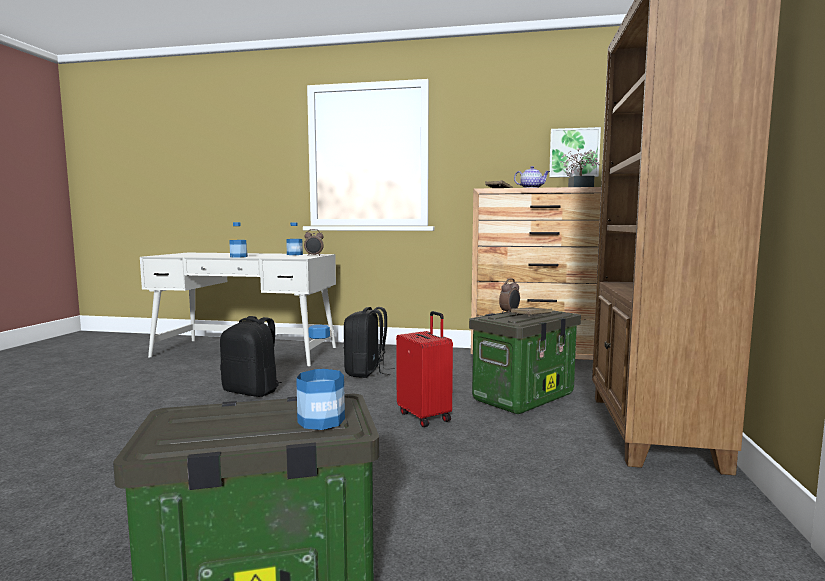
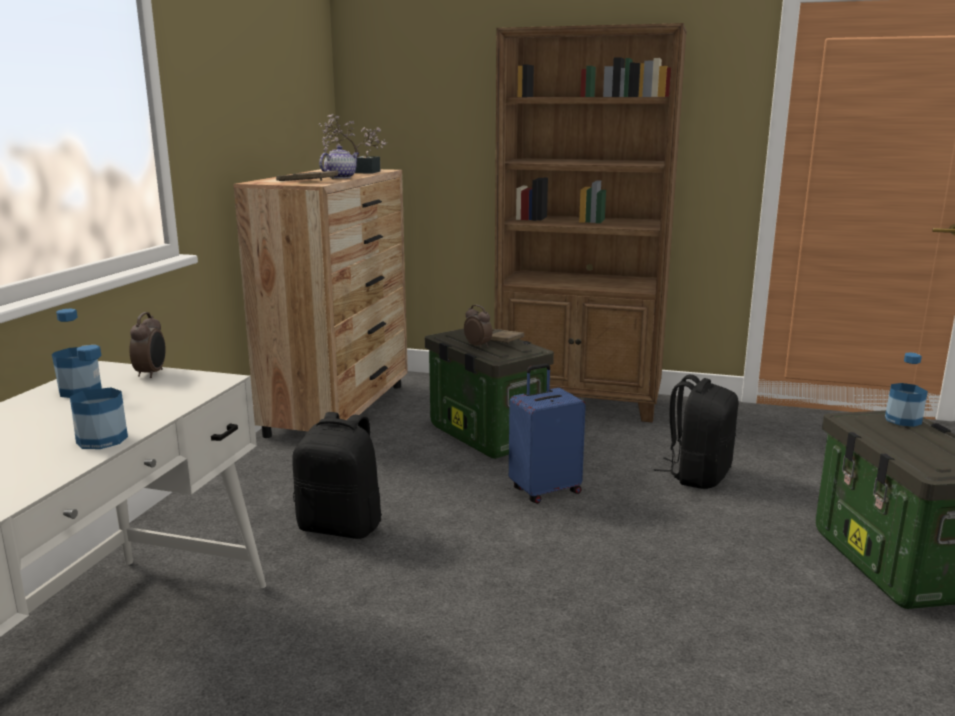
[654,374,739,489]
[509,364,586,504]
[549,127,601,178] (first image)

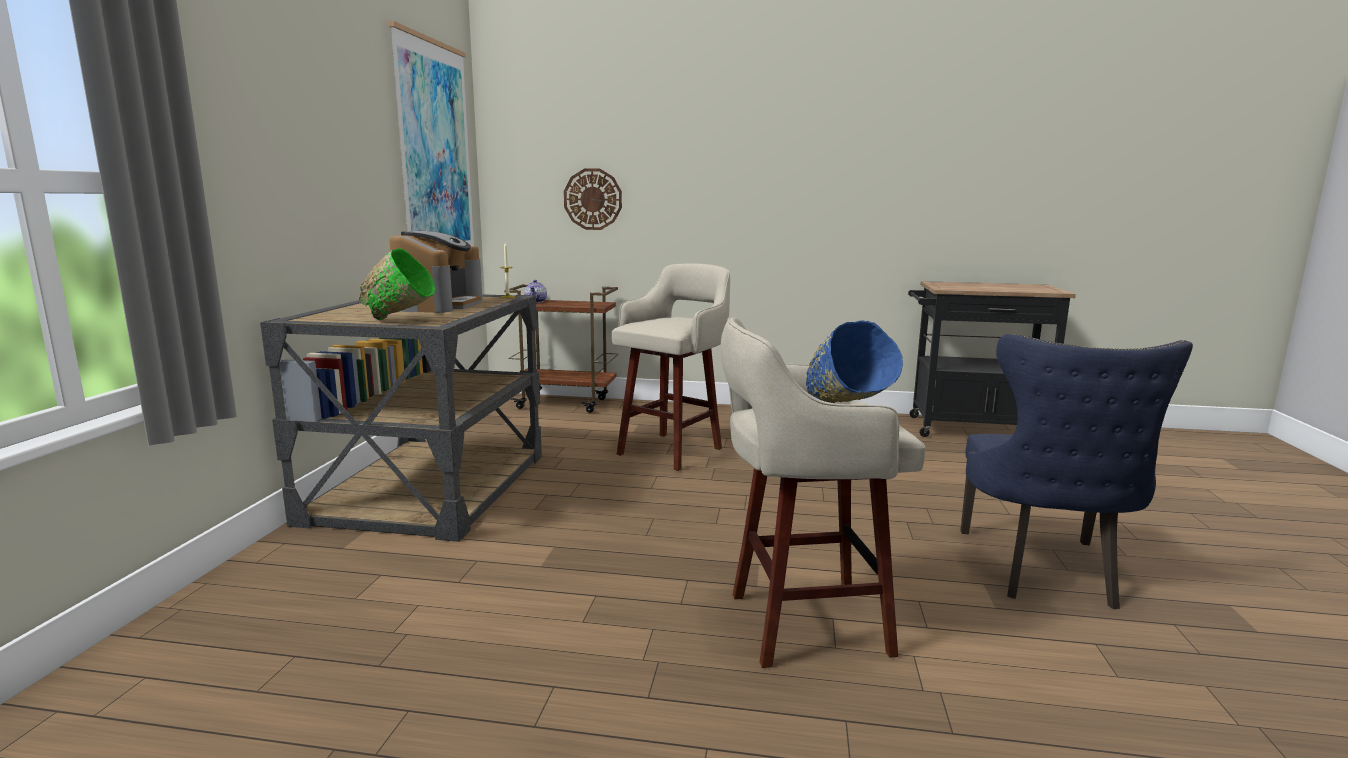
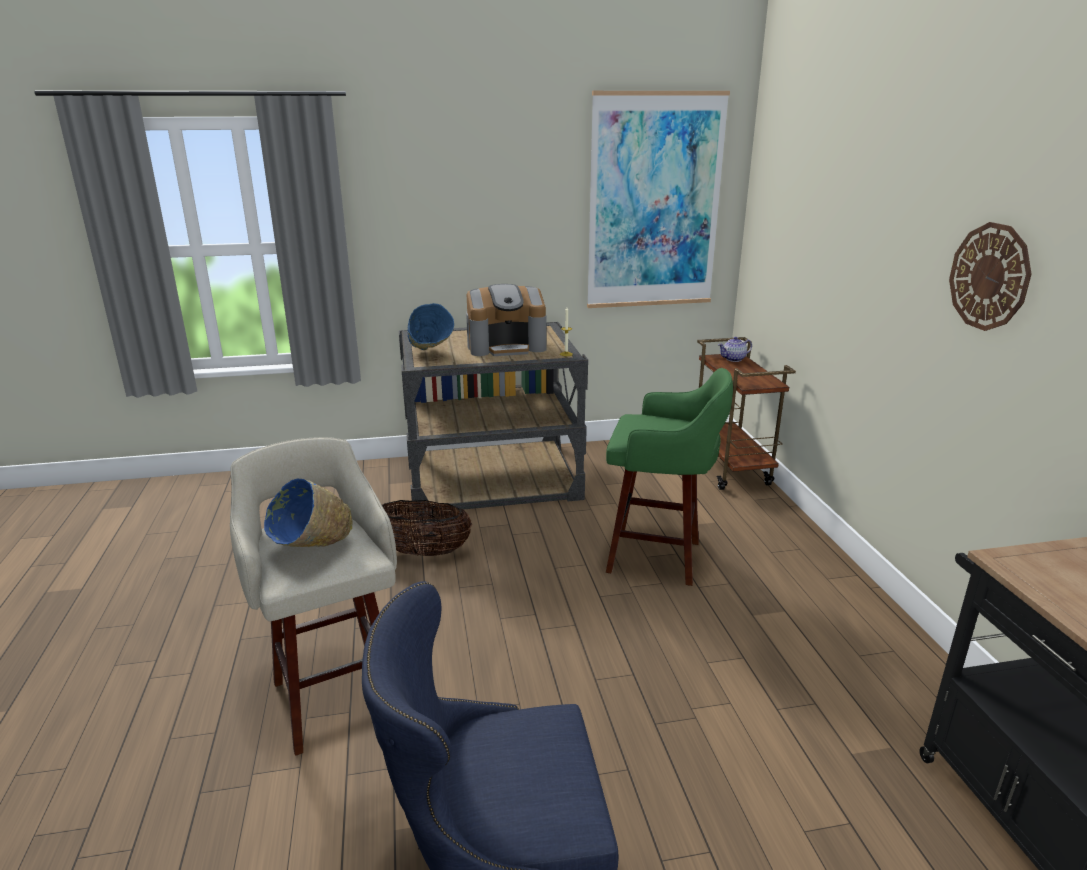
[407,303,454,350]
[949,222,1032,331]
[606,368,733,586]
[382,500,472,556]

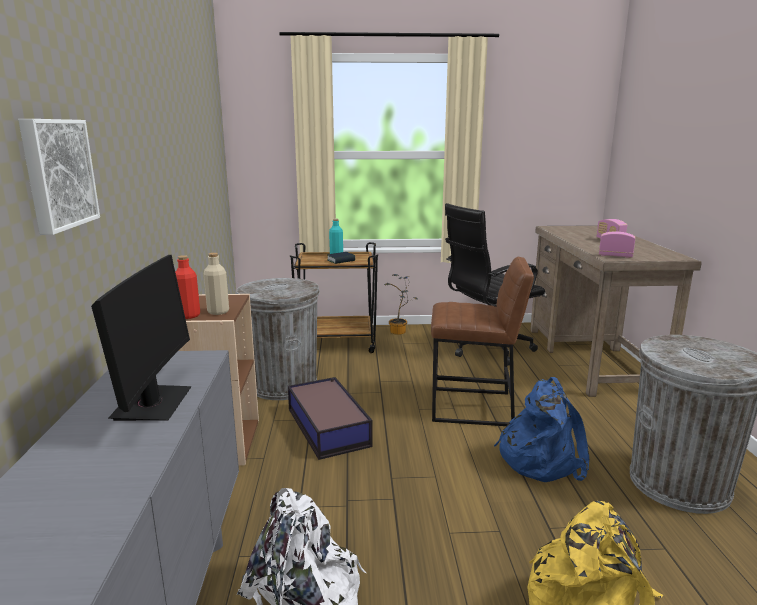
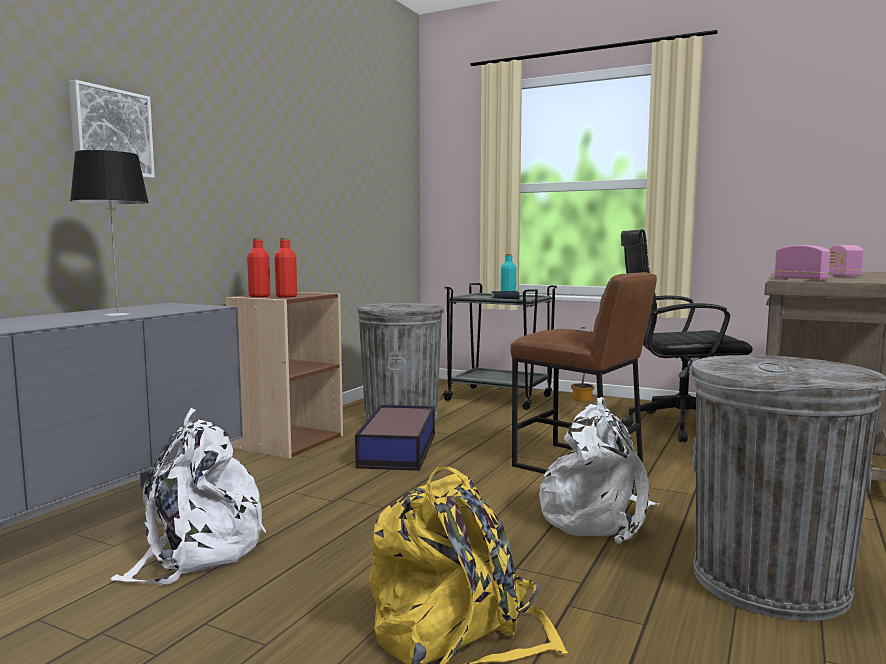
[70,150,149,316]
[274,238,297,298]
[442,283,557,410]
[539,397,659,544]

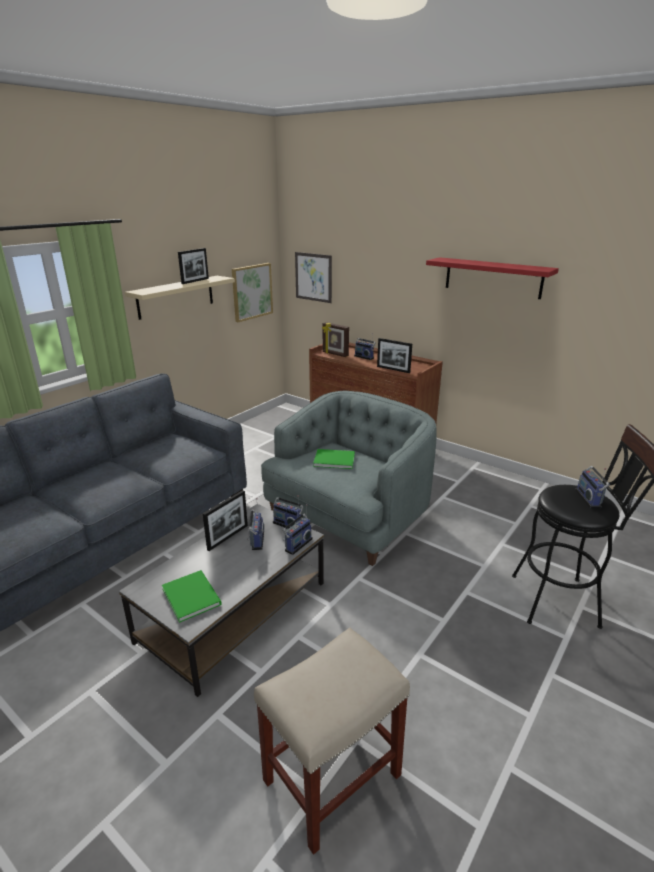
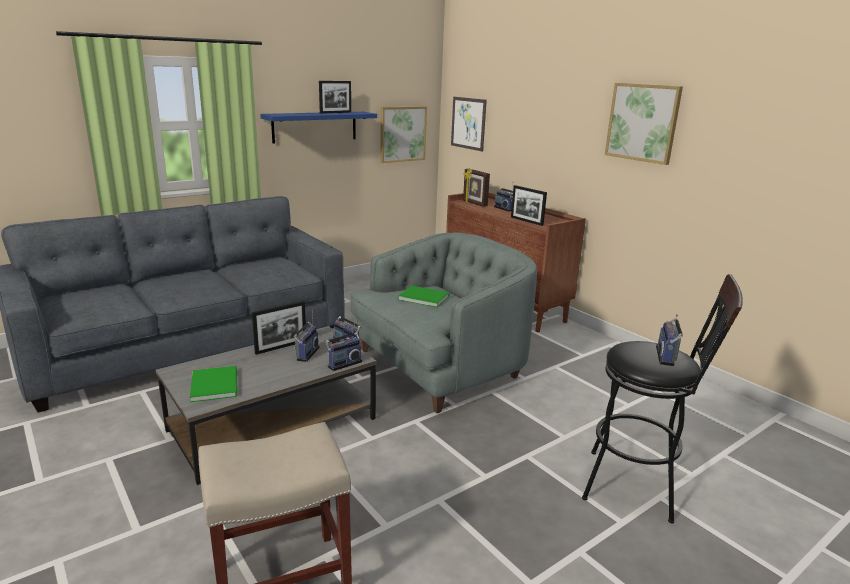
[260,112,377,144]
[605,83,683,165]

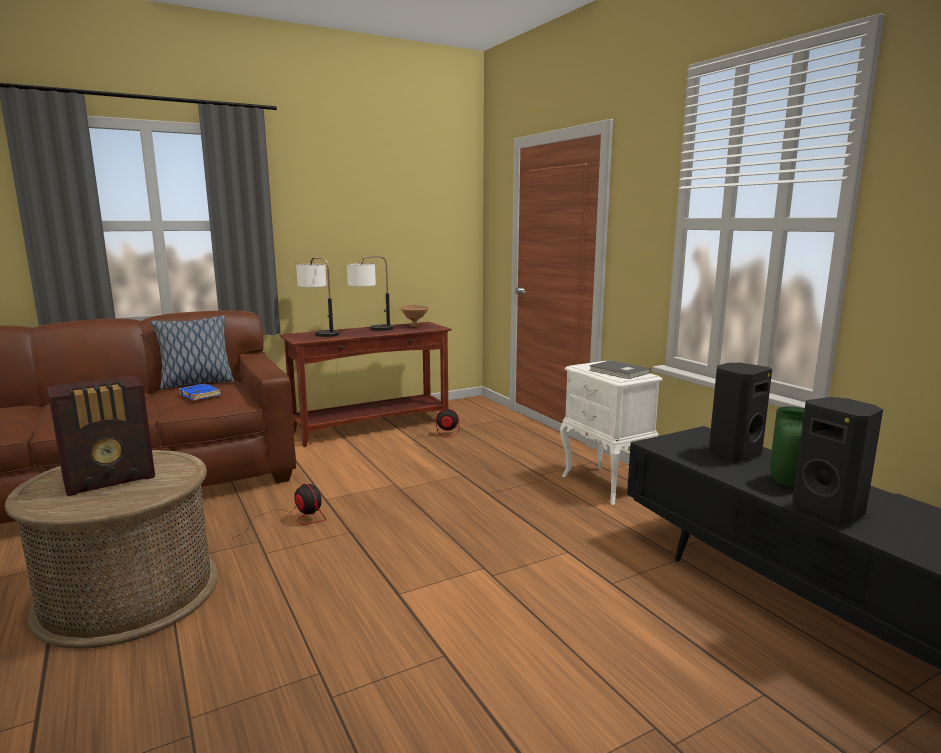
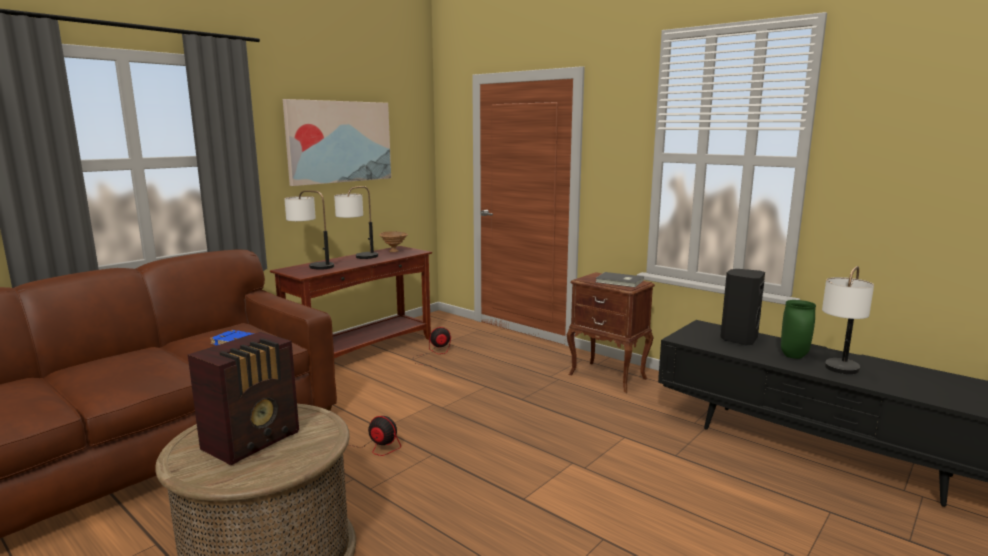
[150,315,234,390] (first image)
[567,272,655,393]
[822,266,874,374]
[283,99,391,186]

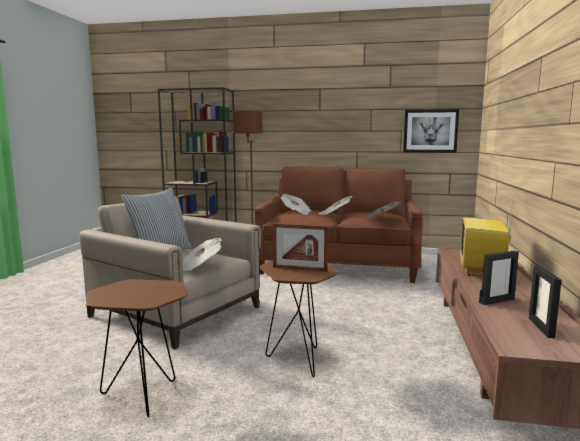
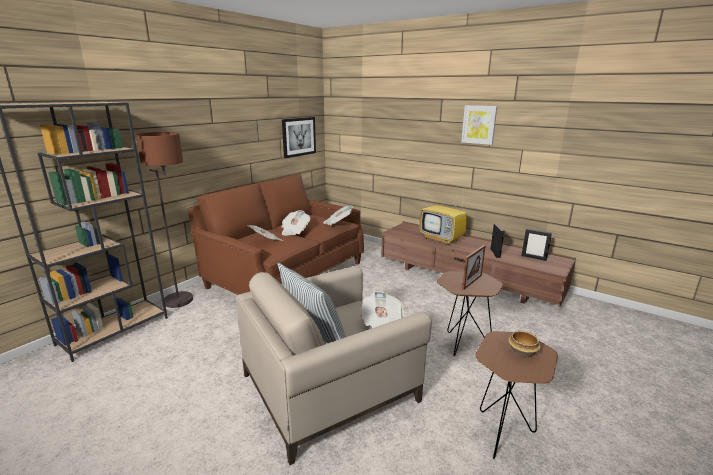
[461,105,497,145]
[508,331,541,357]

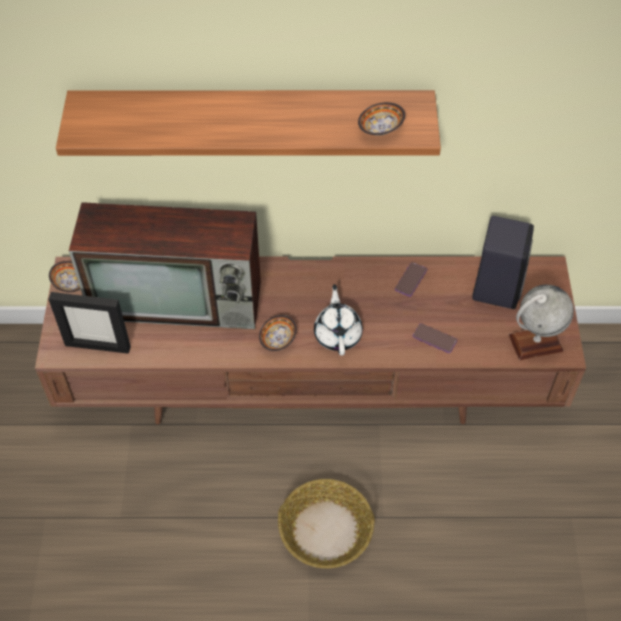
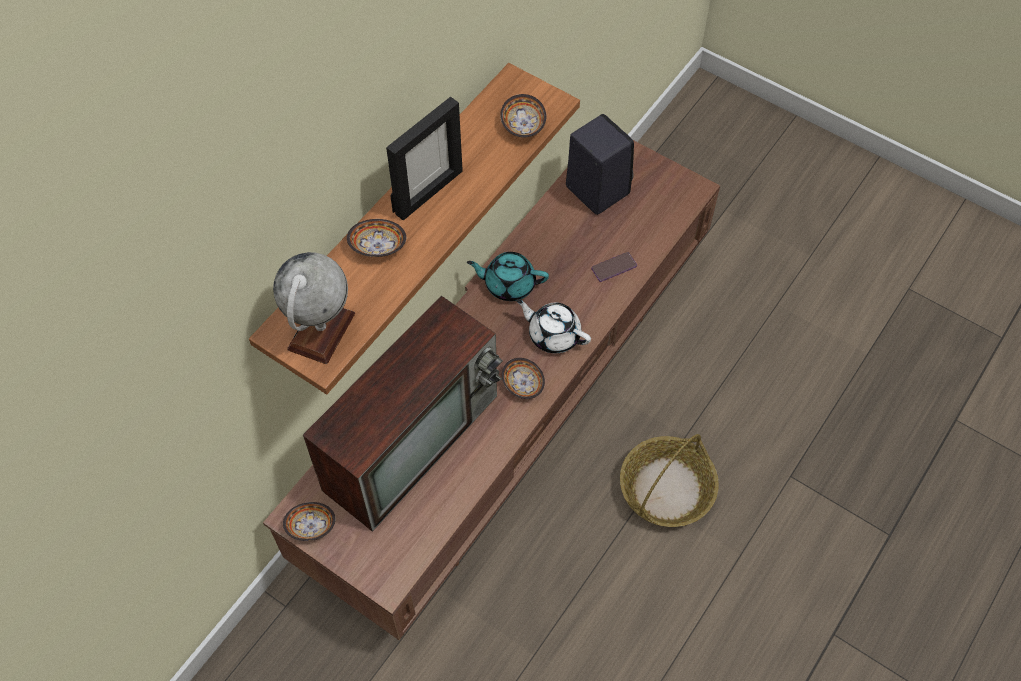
[386,97,463,221]
[395,262,427,297] (first image)
[273,252,355,364]
[347,219,406,257]
[467,252,549,301]

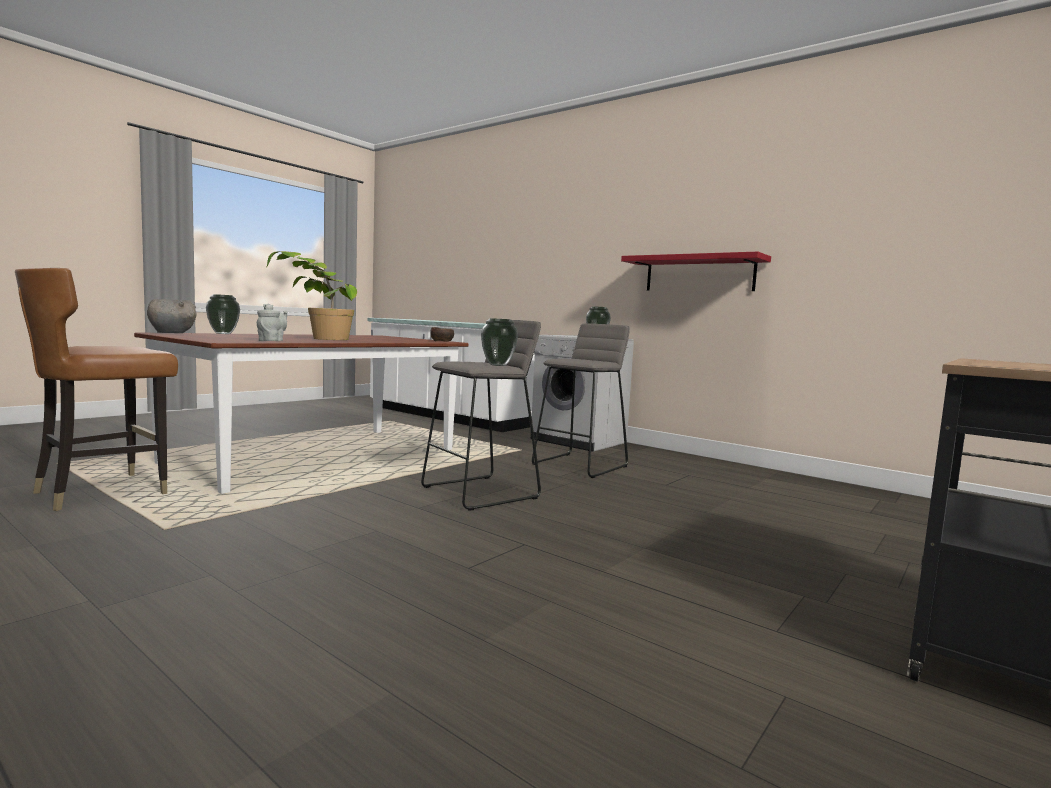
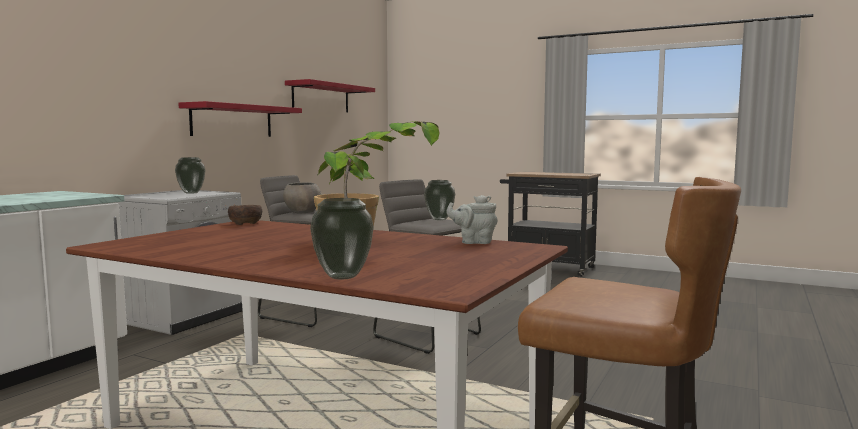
[283,182,321,213]
[285,79,375,112]

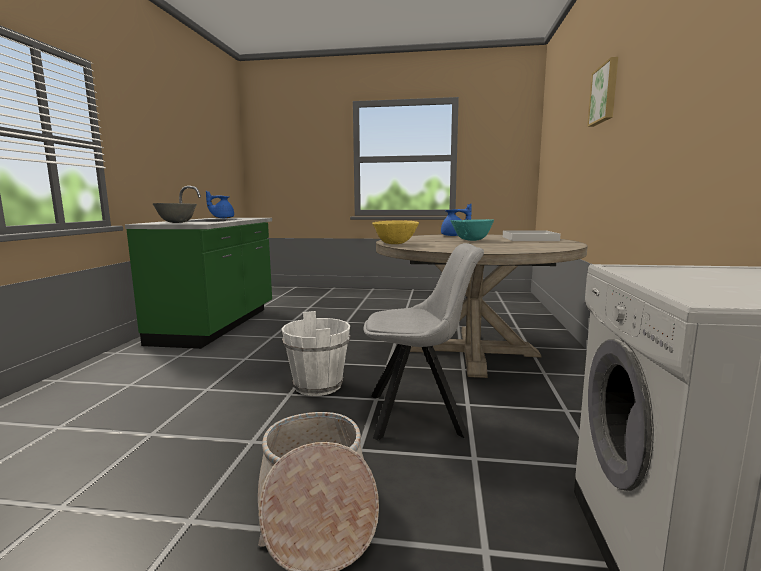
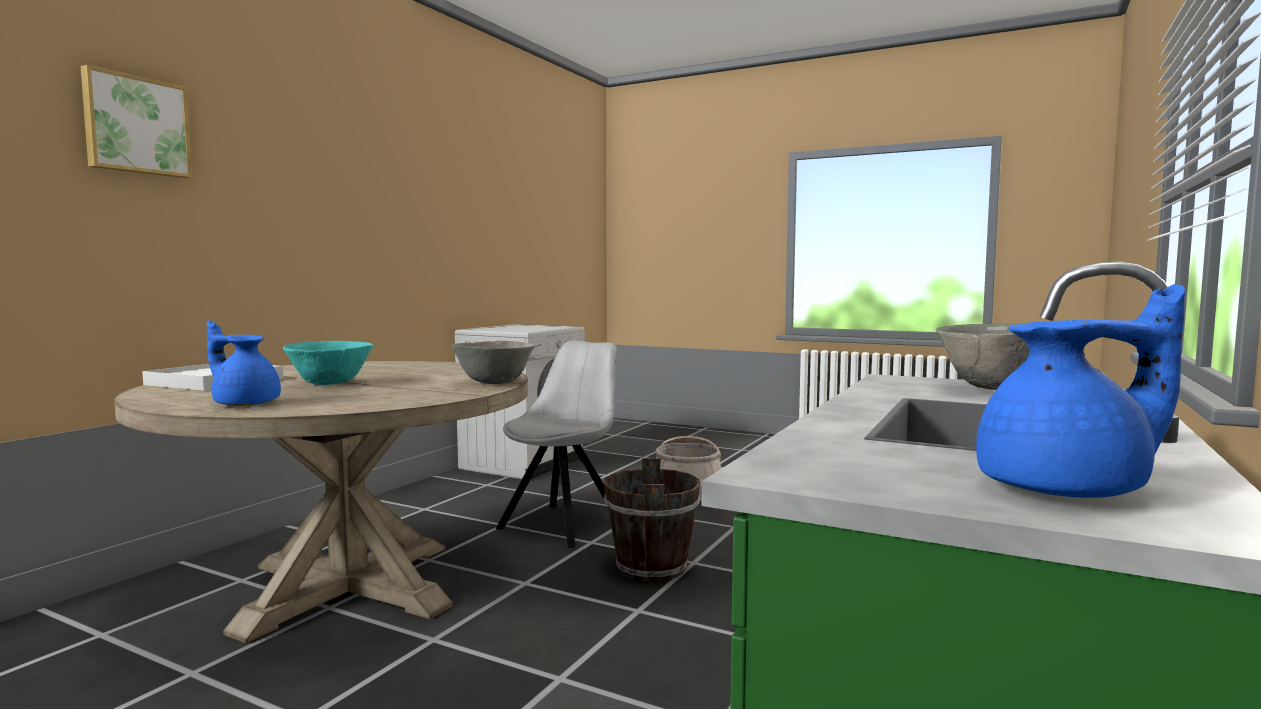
[604,458,701,581]
[496,340,617,548]
[451,340,535,384]

